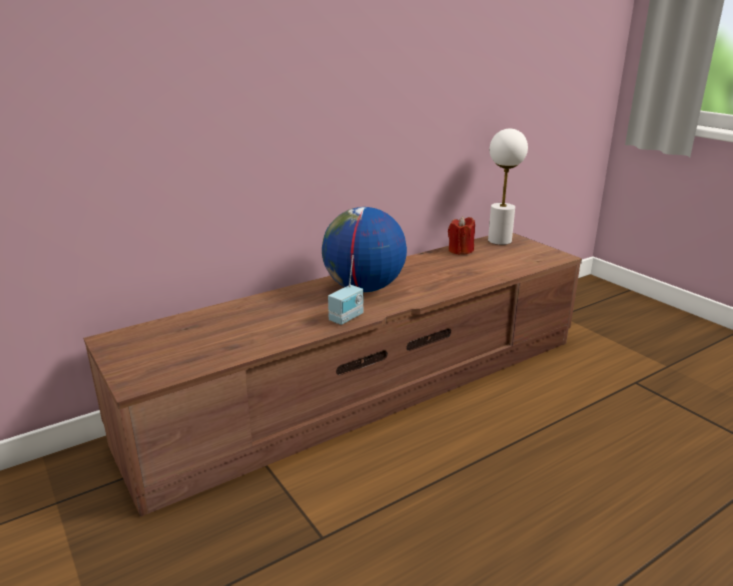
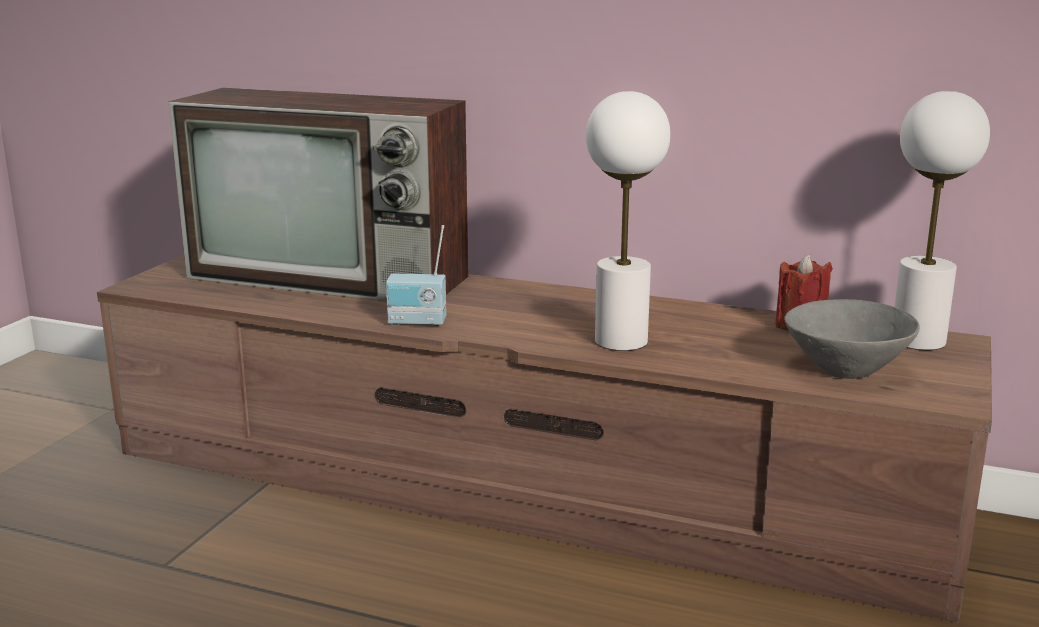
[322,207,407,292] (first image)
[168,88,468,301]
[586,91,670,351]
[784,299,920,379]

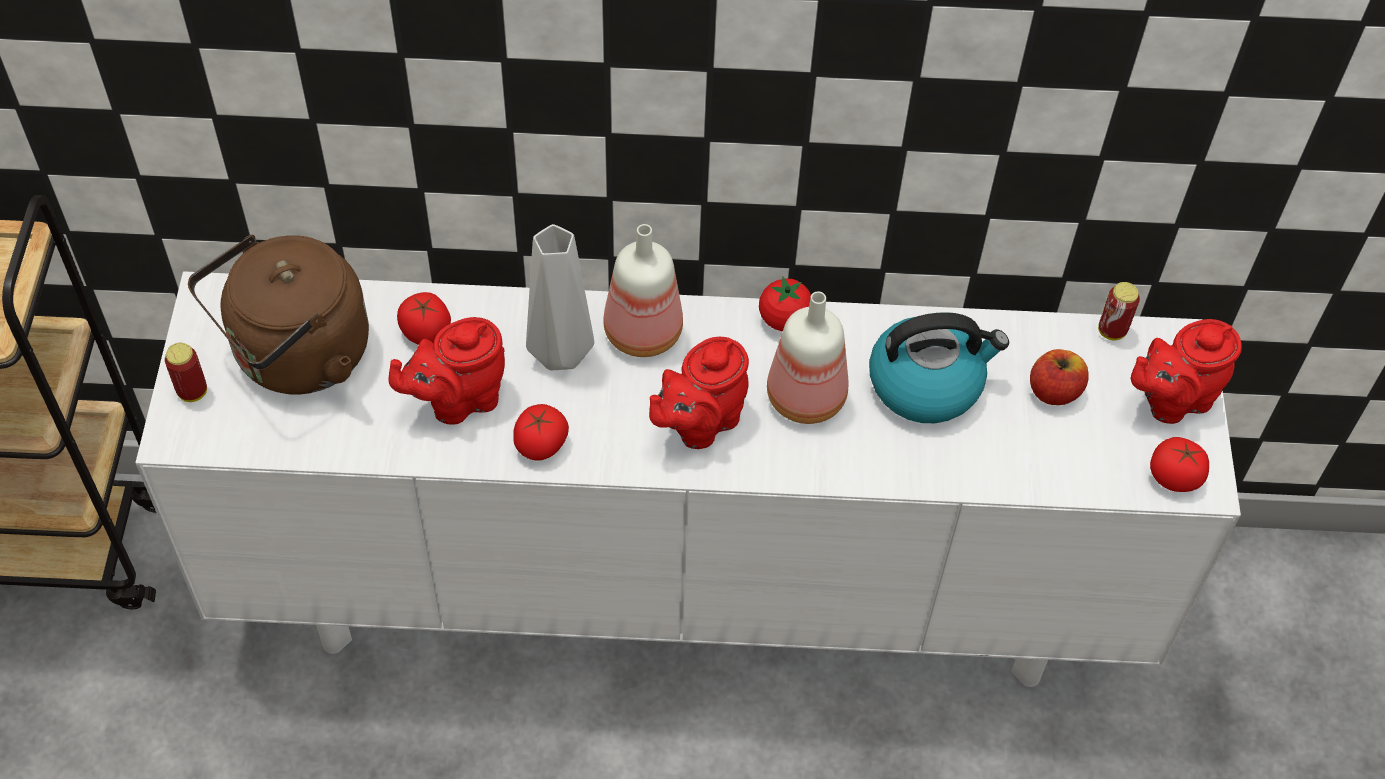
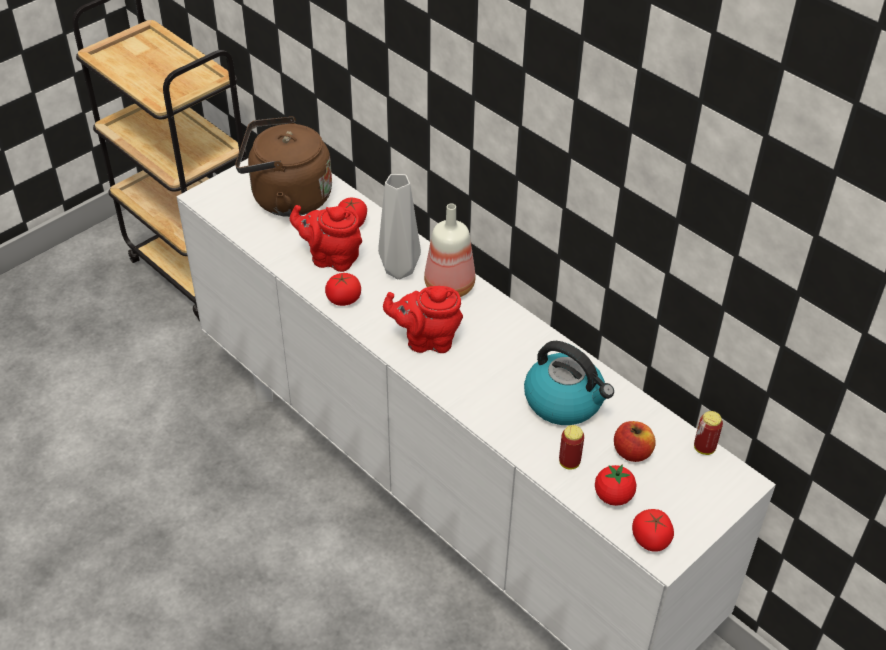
[559,425,584,470]
[595,464,637,506]
[767,291,848,424] (first image)
[1131,319,1242,424] (first image)

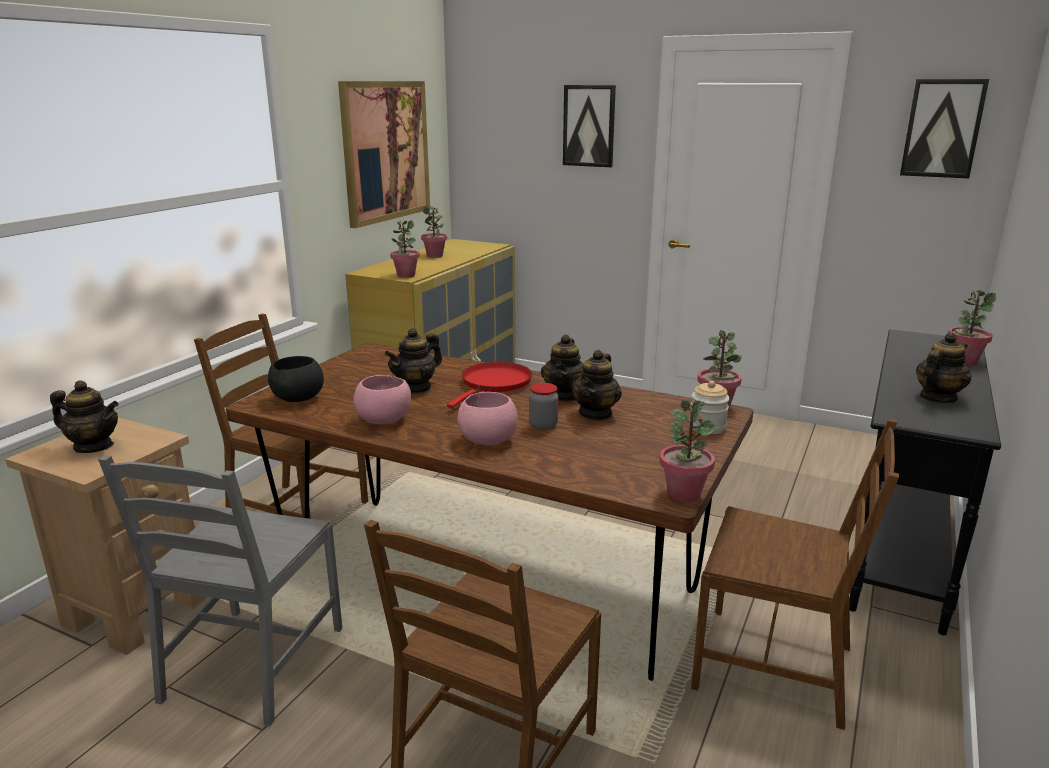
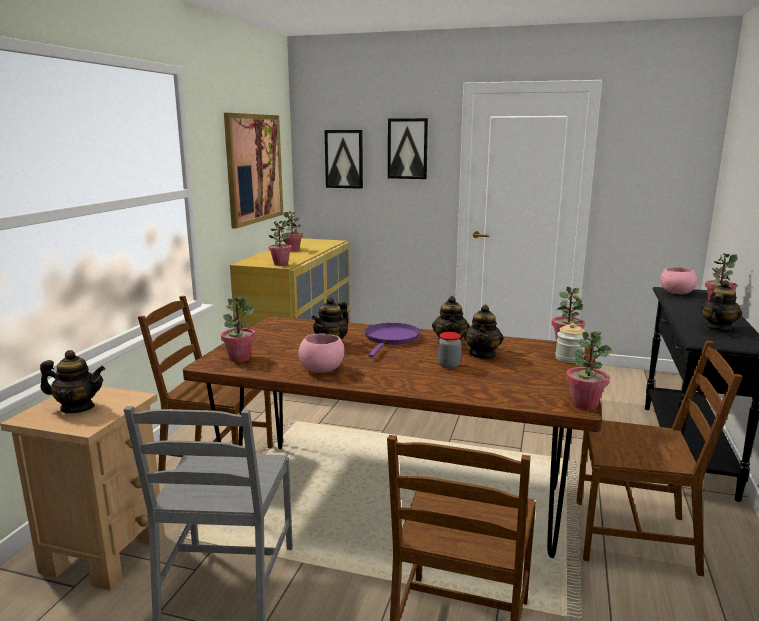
[221,296,255,362]
[364,323,420,357]
[660,267,697,294]
[325,130,363,189]

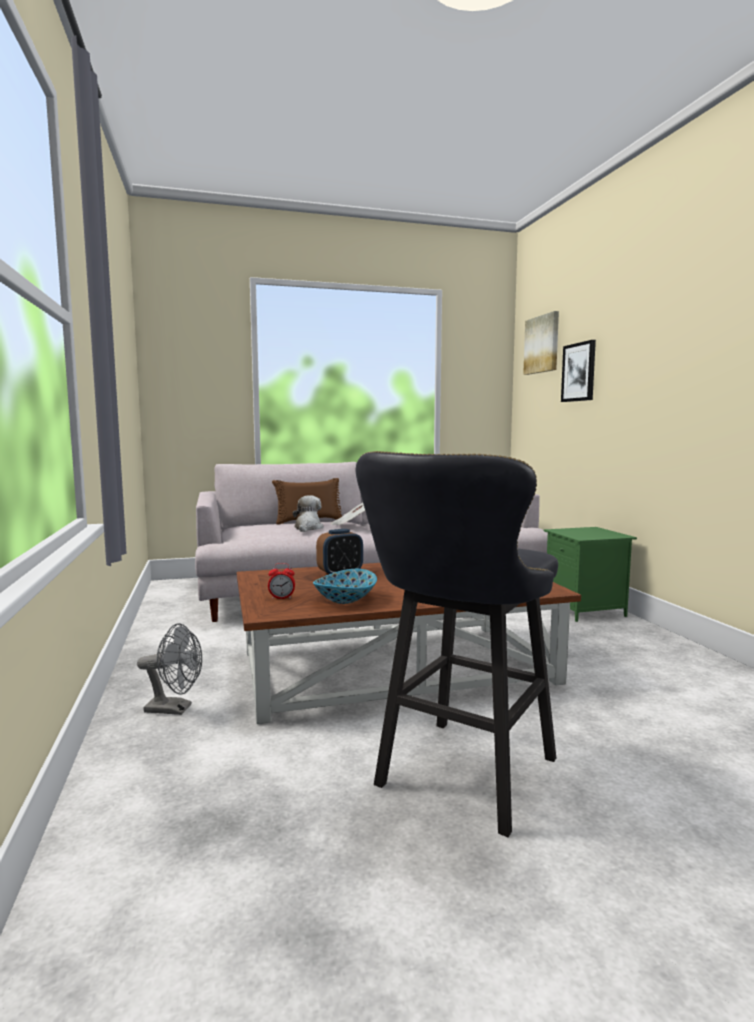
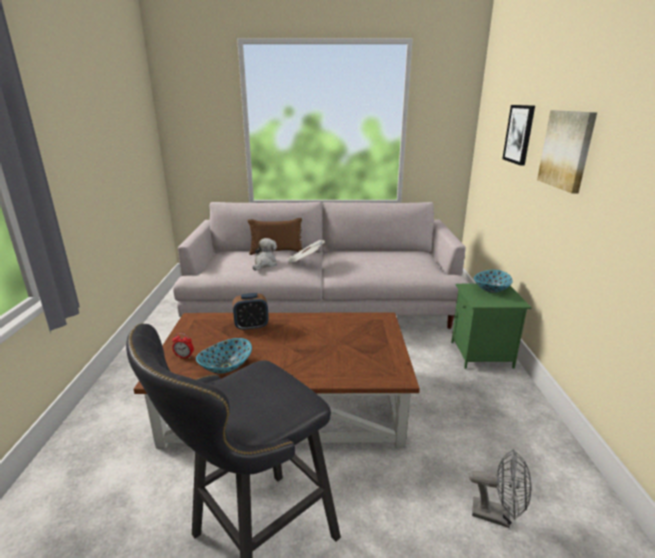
[469,449,532,528]
[537,110,597,193]
[474,270,513,293]

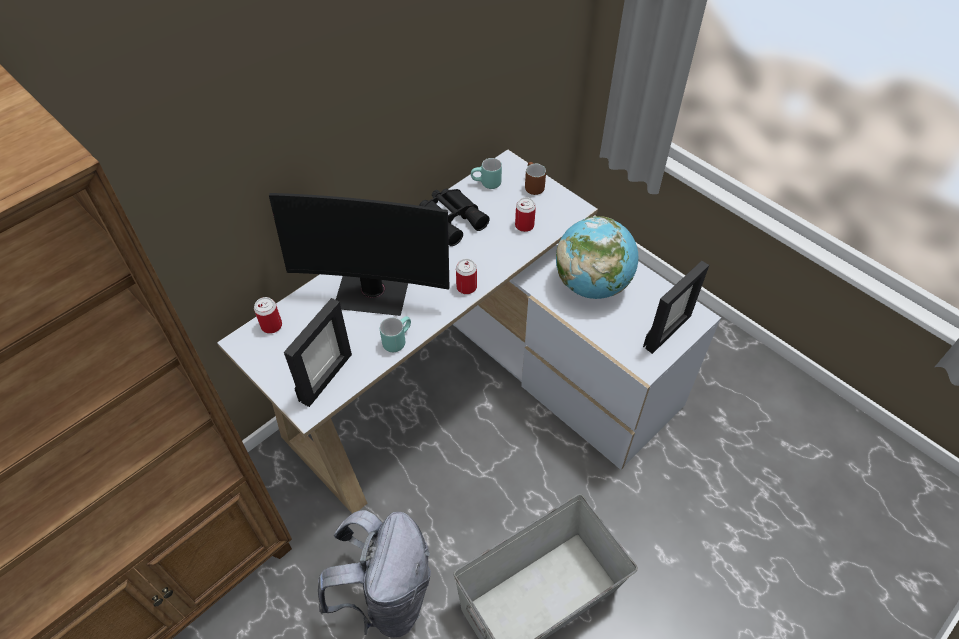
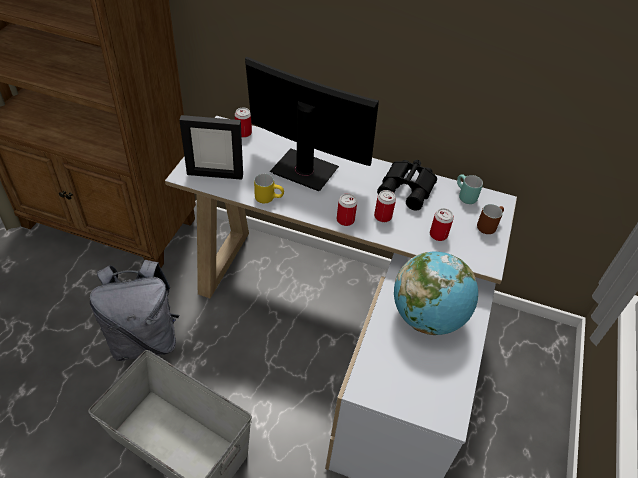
[245,56,379,191]
[254,174,284,203]
[643,261,709,354] (first image)
[374,190,396,222]

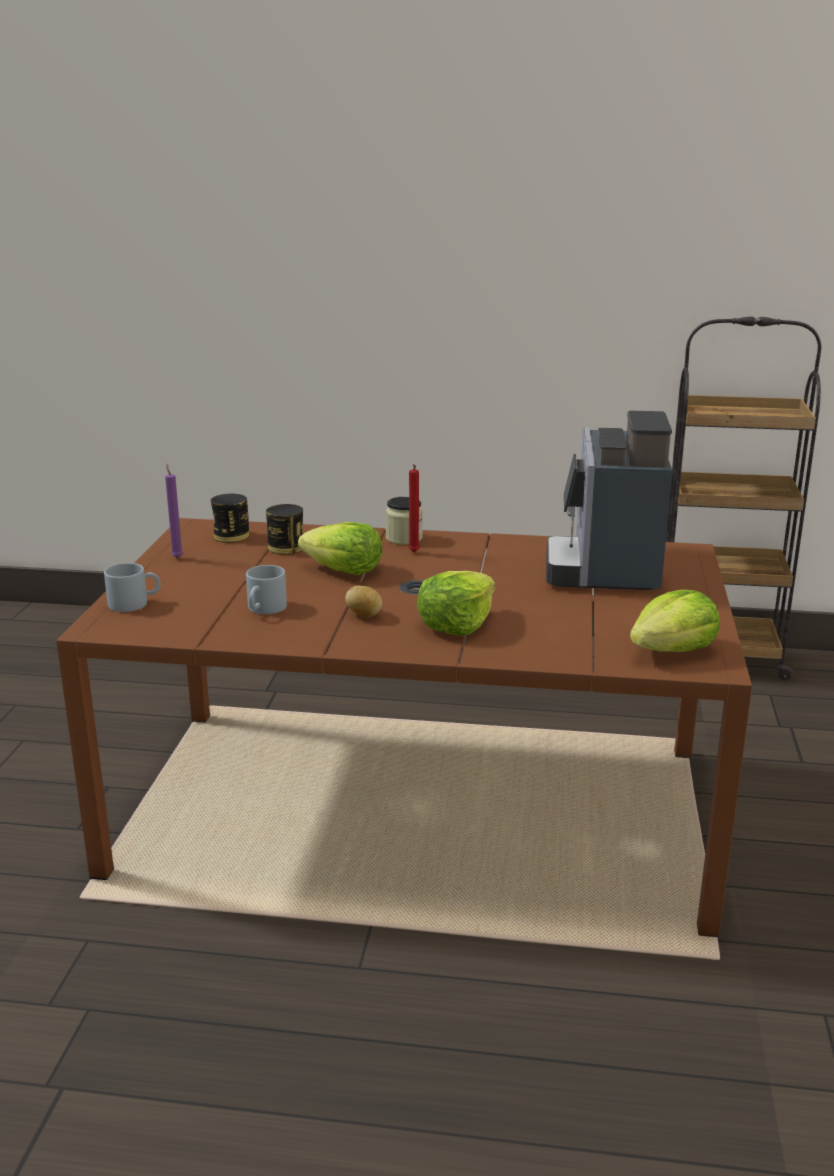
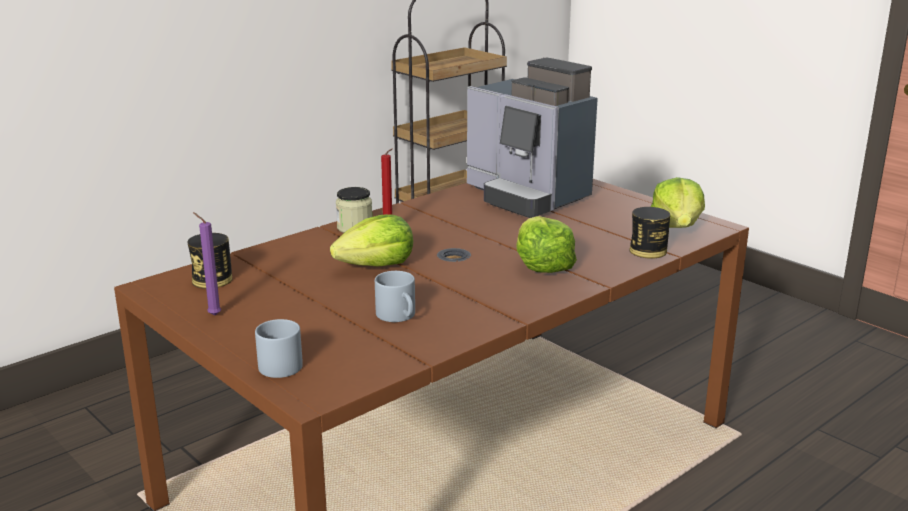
[630,207,670,259]
[345,586,382,617] (first image)

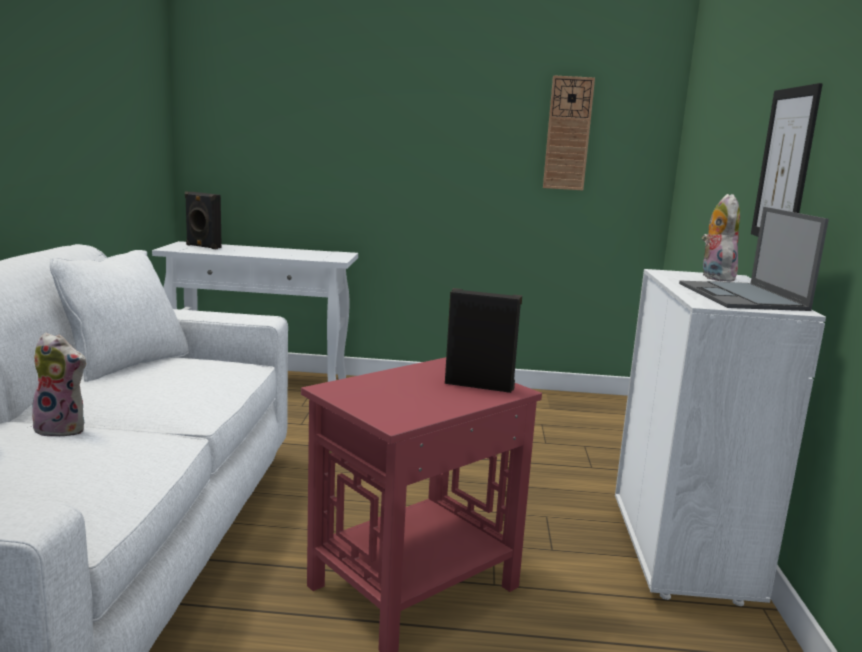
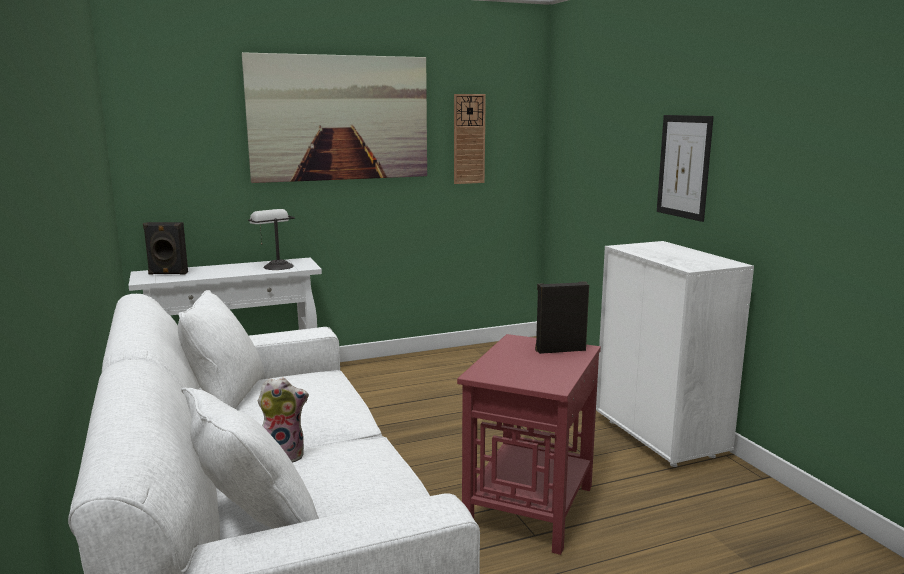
[679,207,829,311] (first image)
[702,194,740,282] (first image)
[242,52,427,183]
[248,209,295,270]

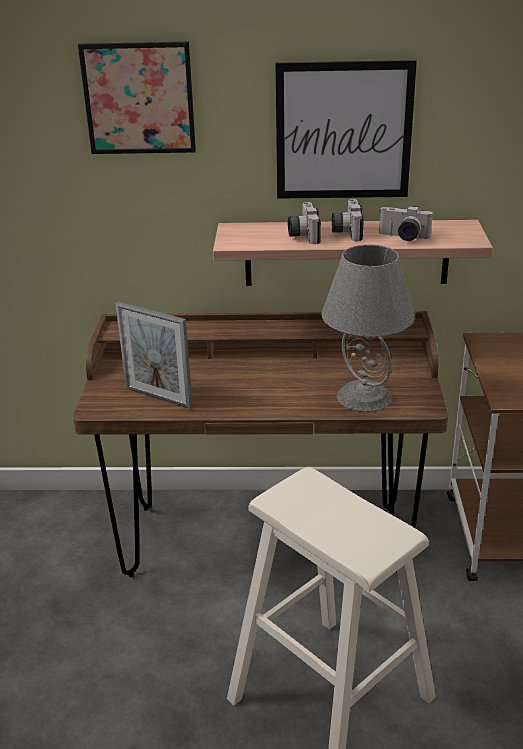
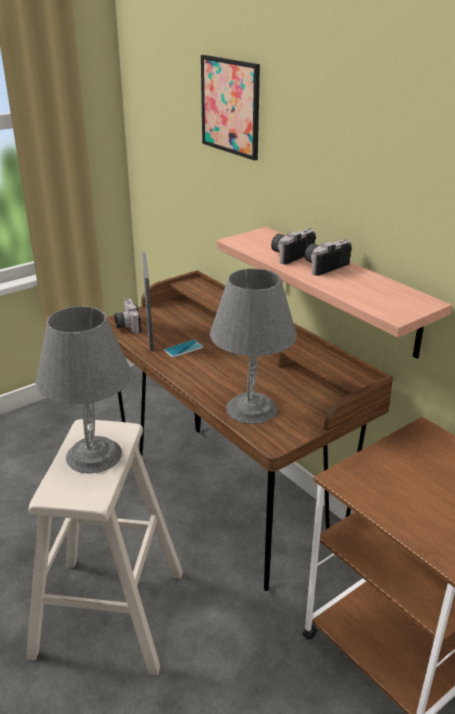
[276,60,417,199] (first image)
[114,299,141,334]
[35,306,132,473]
[164,340,203,358]

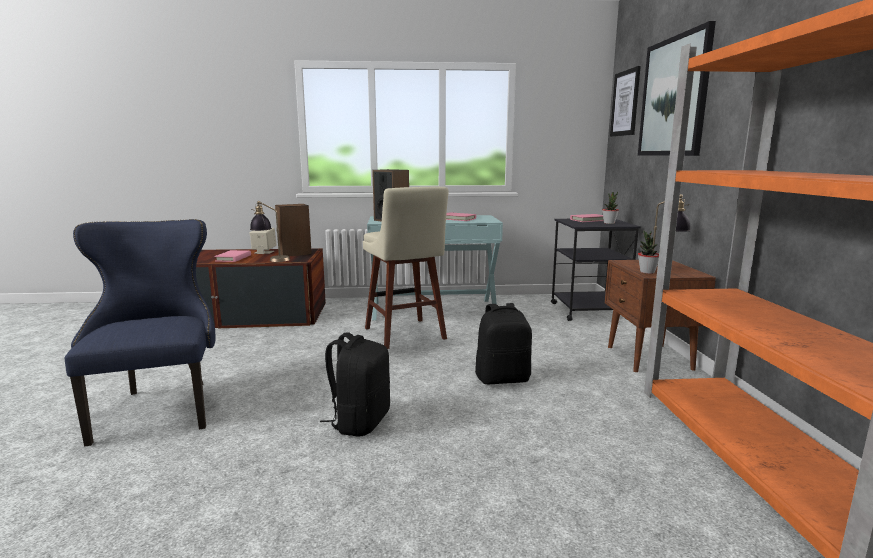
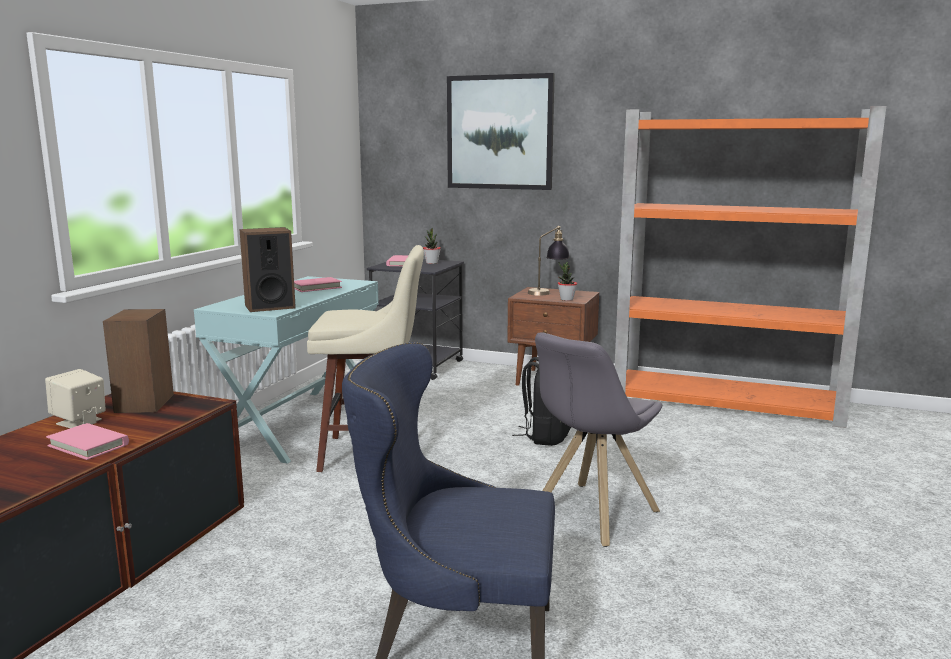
[250,201,290,262] (first image)
[535,332,662,547]
[610,66,641,137] (first image)

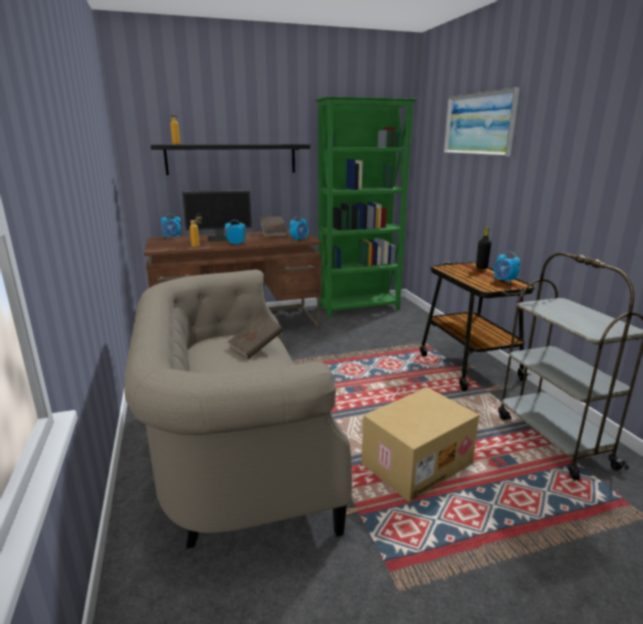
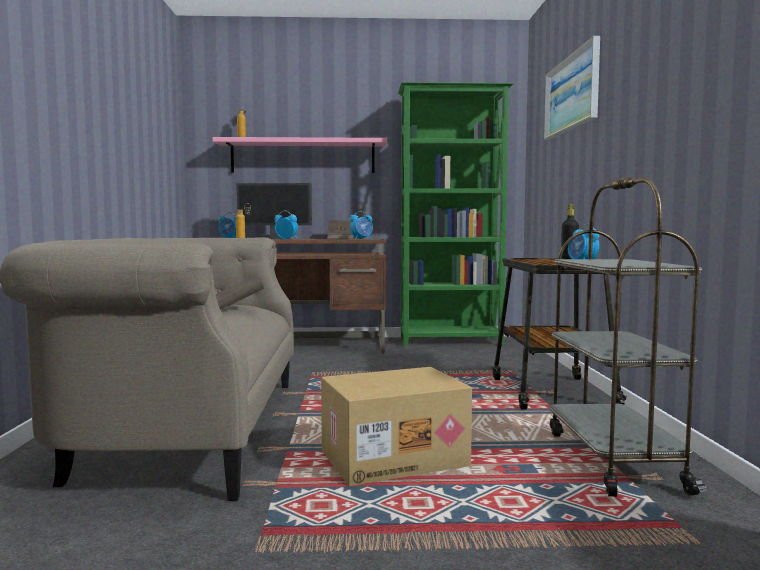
[212,137,387,173]

